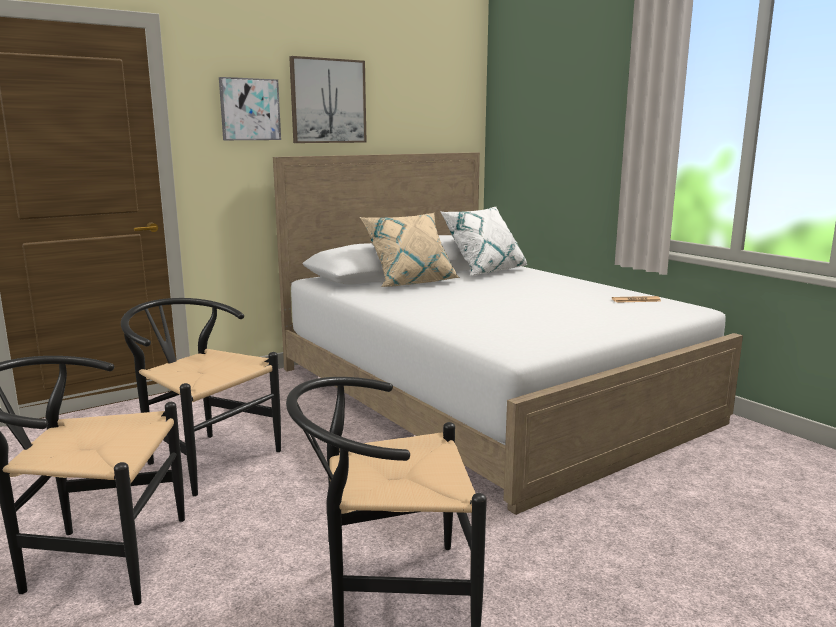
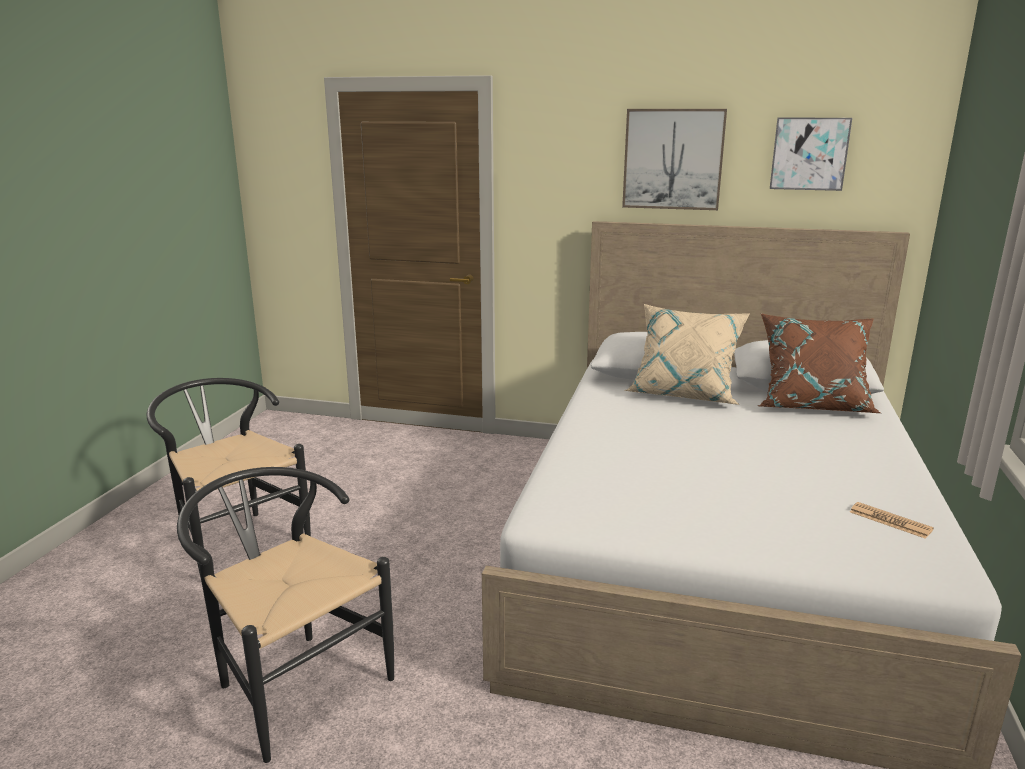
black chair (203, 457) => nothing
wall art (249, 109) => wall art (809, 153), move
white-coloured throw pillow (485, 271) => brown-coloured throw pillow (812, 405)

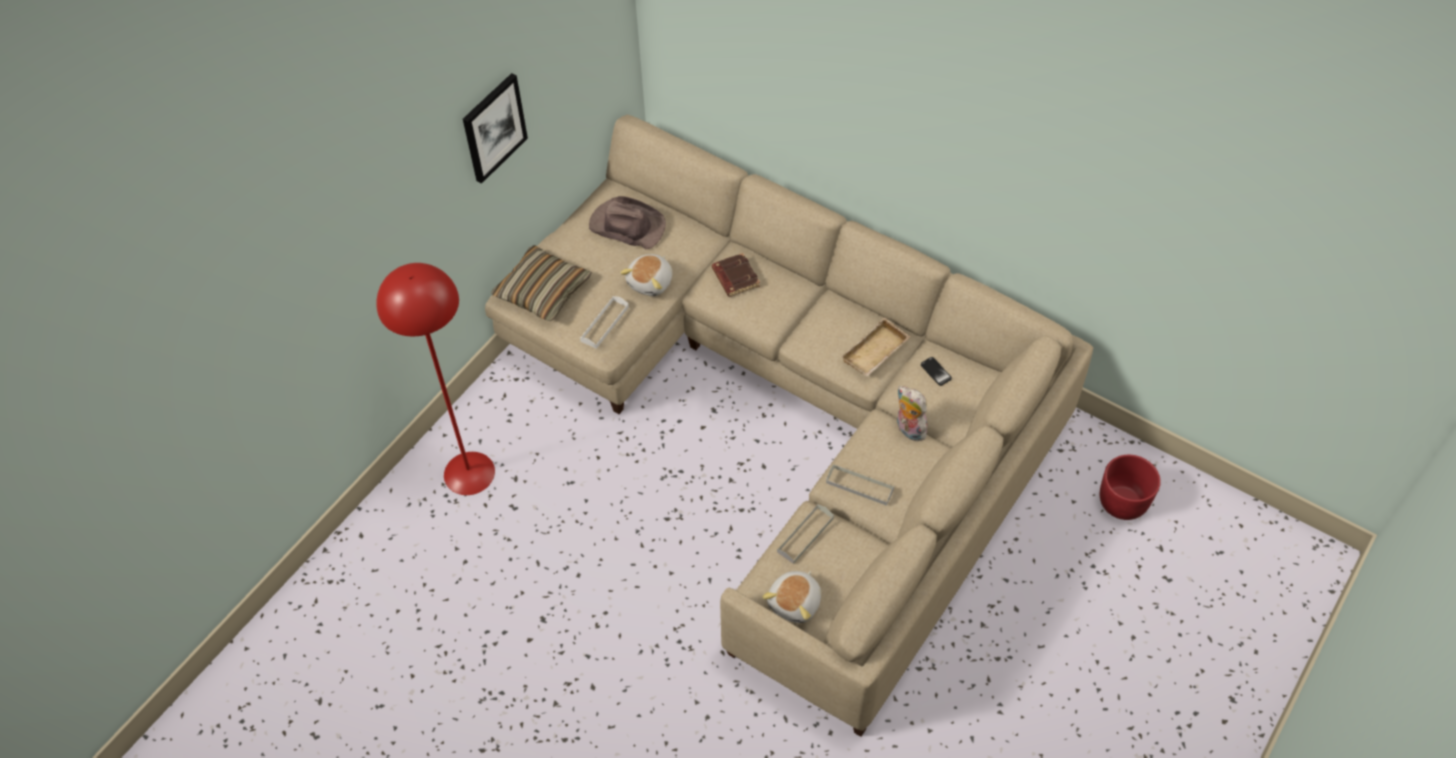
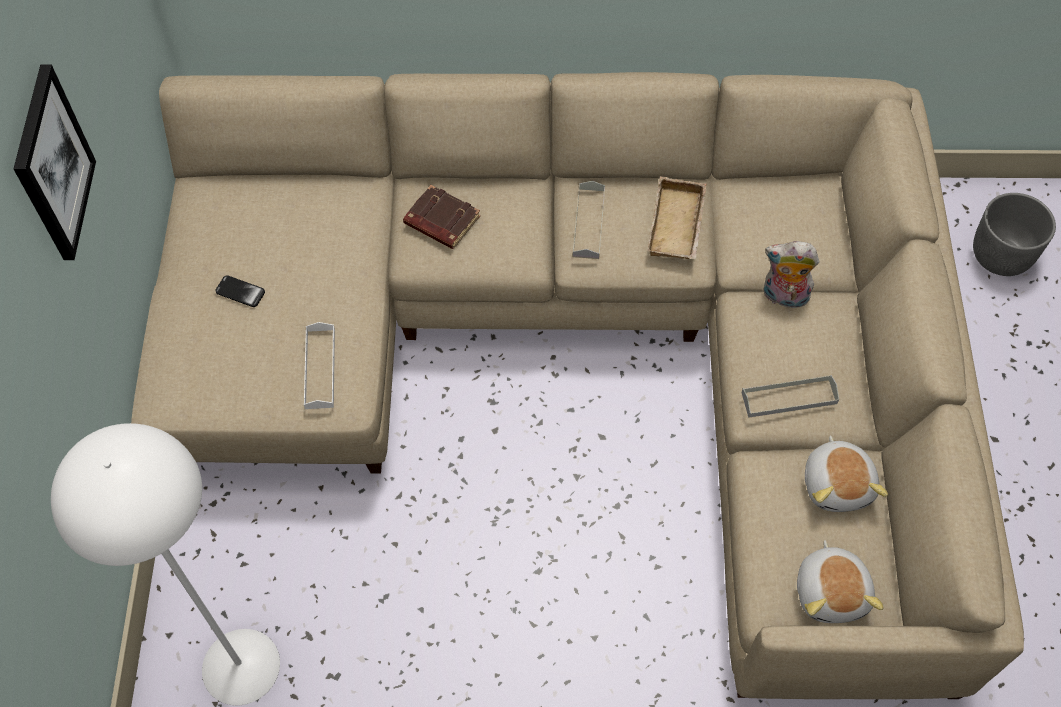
throw pillow (543, 291) => nothing
brown-coloured wearable hat (626, 225) => nothing
cuddly toy (651, 282) => cuddly toy (838, 484), move
grey serving tray (805, 535) => grey serving tray (588, 223), move
phone (935, 372) => phone (240, 292), move
red standard lamp (469, 473) => white-coloured standard lamp (241, 667)
red planter (1122, 502) => grey planter (1001, 255)

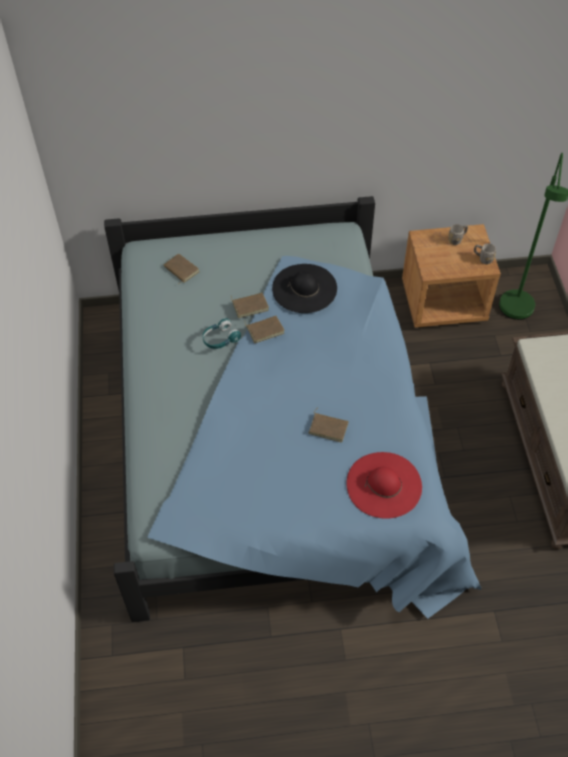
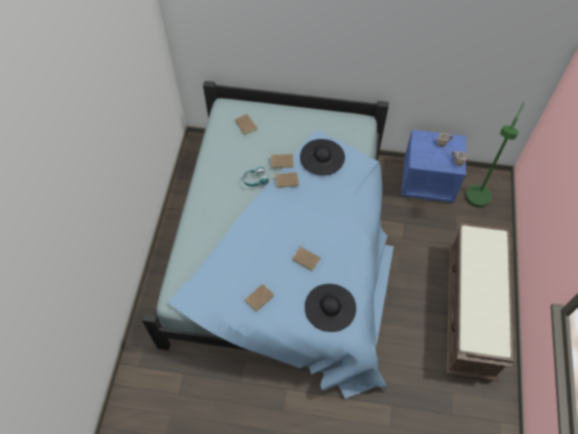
nothing => brown-coloured bound book (258, 297)
red wearable hat (384, 485) => black wearable hat (330, 307)
brown-coloured night table (444, 302) => blue-coloured night table (428, 182)

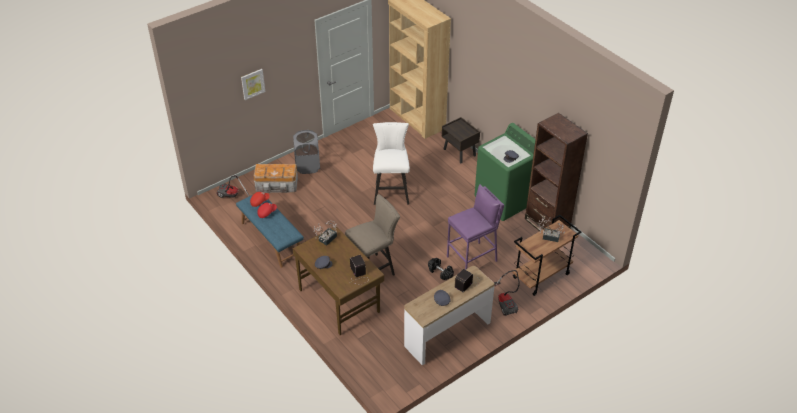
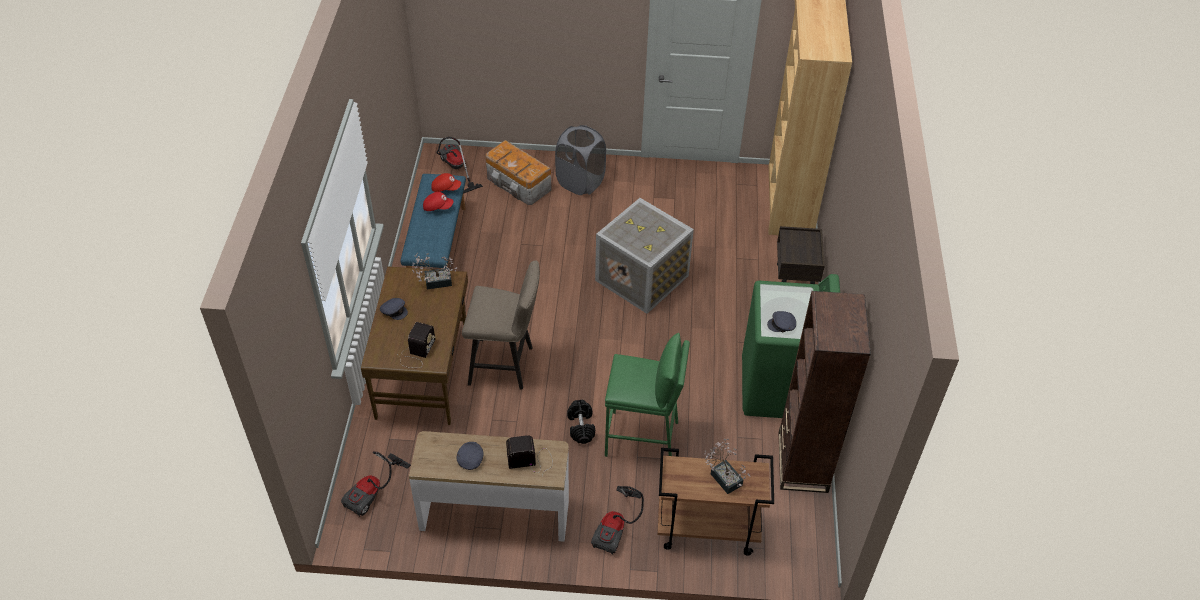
wall art (252, 84) => nothing
nothing => hoover (374, 492)
white-coloured stool seat (391, 191) => shipping crate (643, 278)
purple-coloured stool seat (472, 259) => green-coloured stool seat (642, 438)

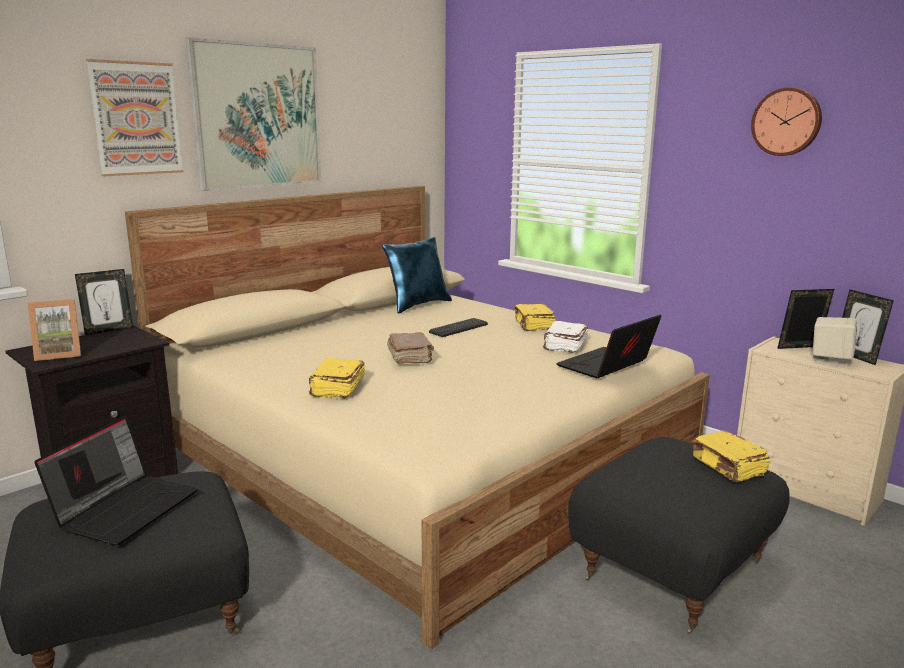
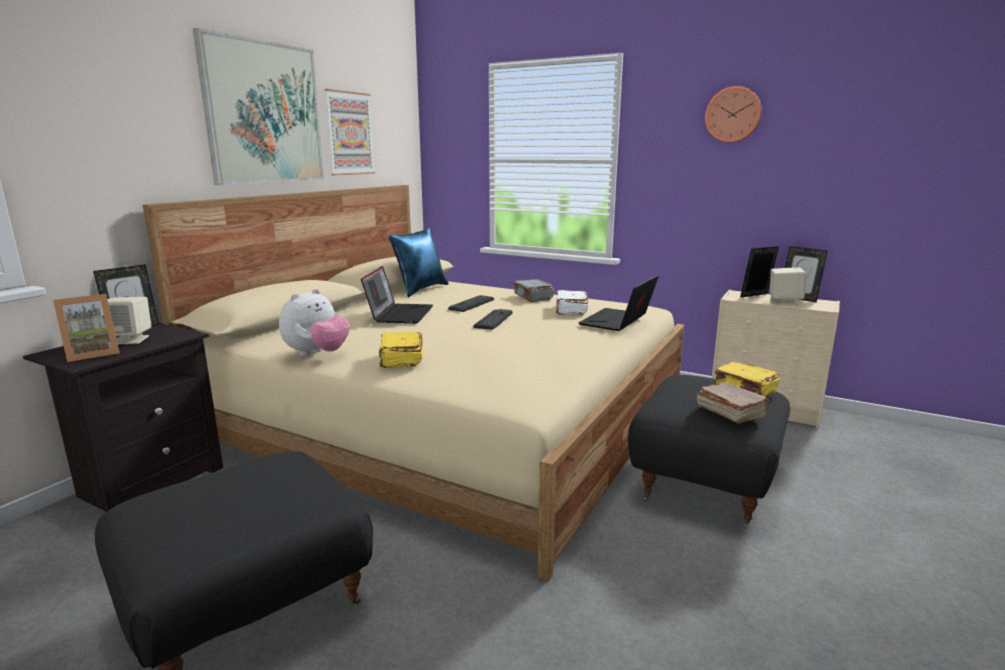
nothing => beige audio speaker (129, 340)
nothing => cuddly toy (317, 354)
nothing => PC keyboard (493, 320)
portable computer (126, 508) => portable computer (399, 314), move
wall art (136, 118) => wall art (349, 133), move
brown-coloured bound book (410, 357) => brown-coloured bound book (729, 412), move
yellowish bound book (534, 325) => grey bound book (533, 297)

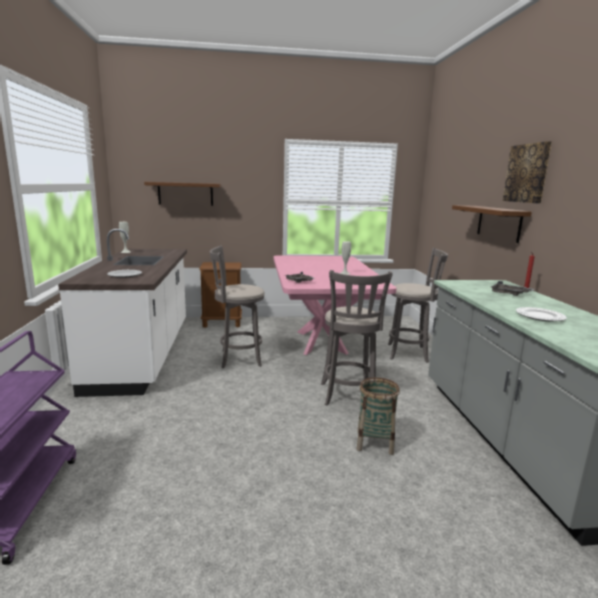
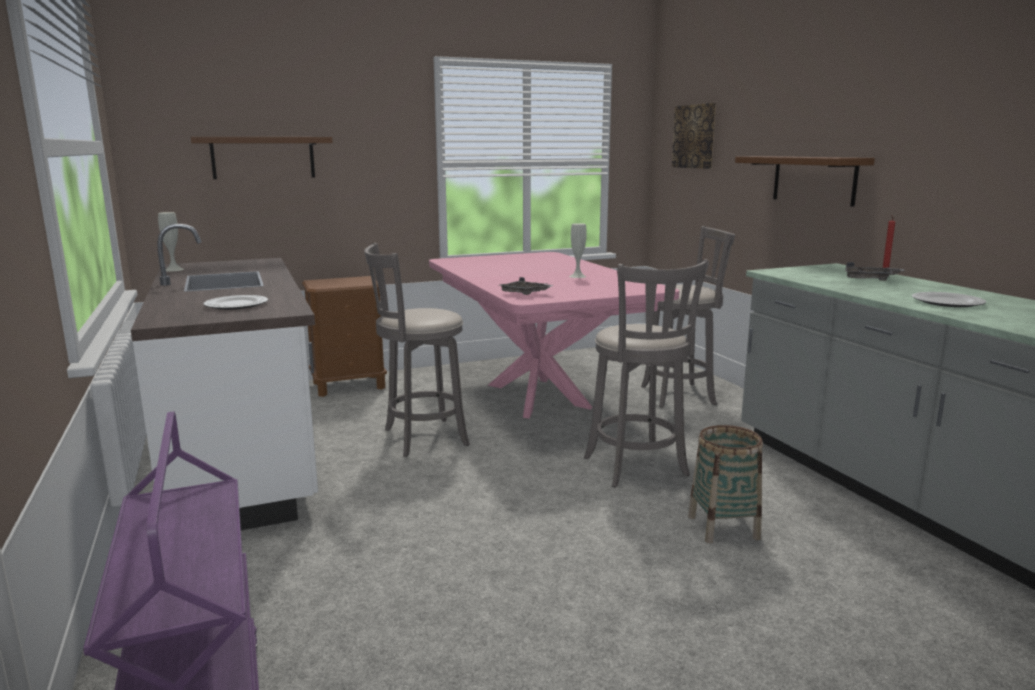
wall art (527, 173) => wall art (695, 136), move

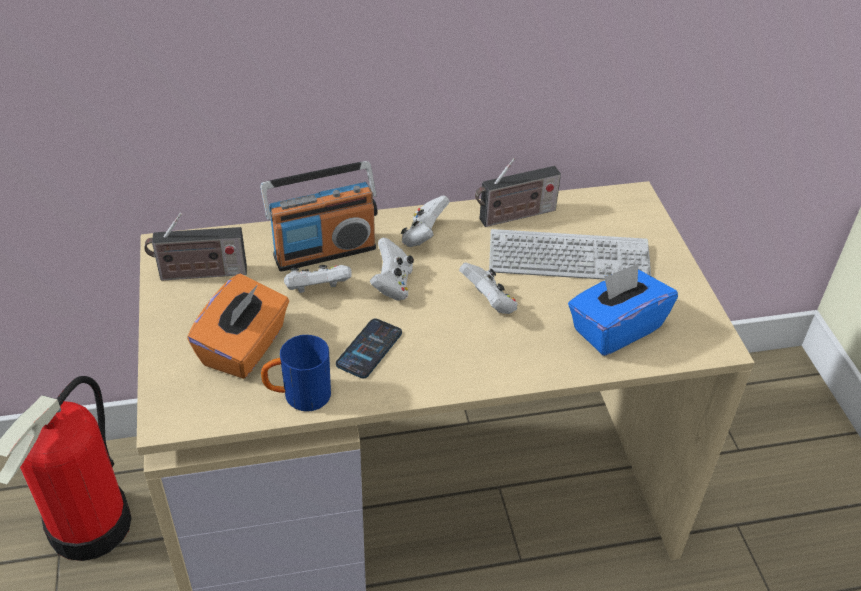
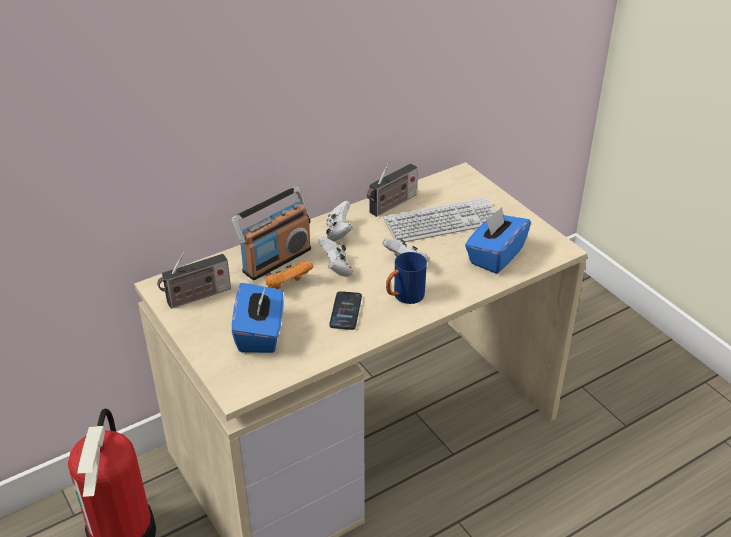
blue-coloured tea mug (298, 396) => blue-coloured tea mug (404, 297), move
orange-coloured tissue box (245, 348) => blue-coloured tissue box (260, 334)
white-coloured joypad (317, 291) => orange-coloured joypad (288, 285)

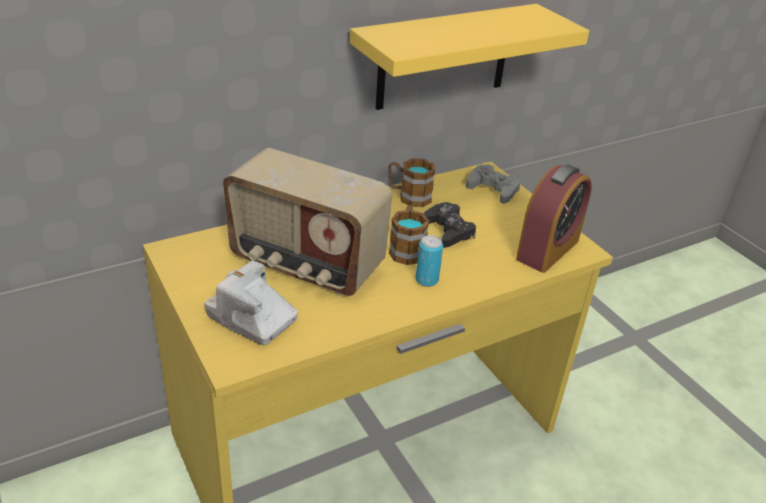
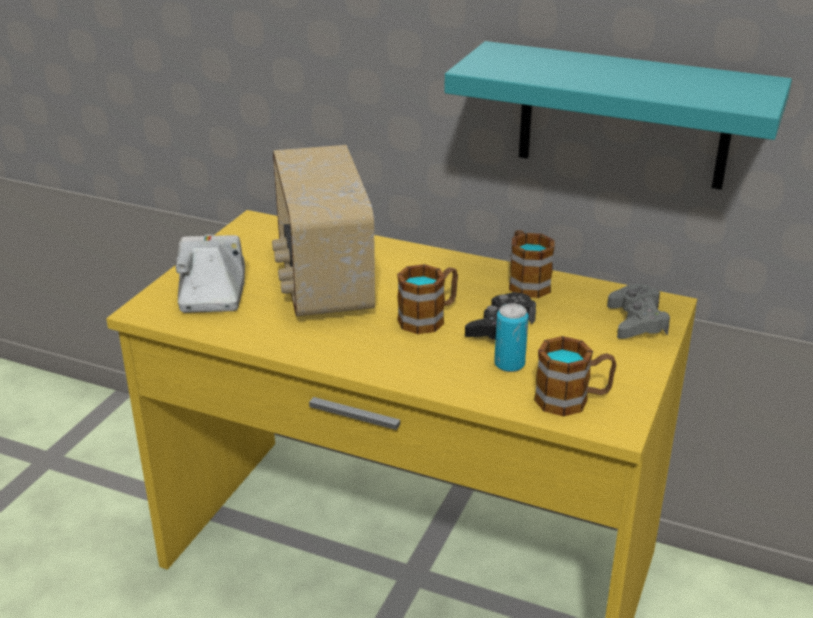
can (426, 280) => can (509, 364), move
table clock (547, 250) => tea mug (572, 400)
yellowish bracket shelf (444, 57) => turquoise bracket shelf (623, 116)

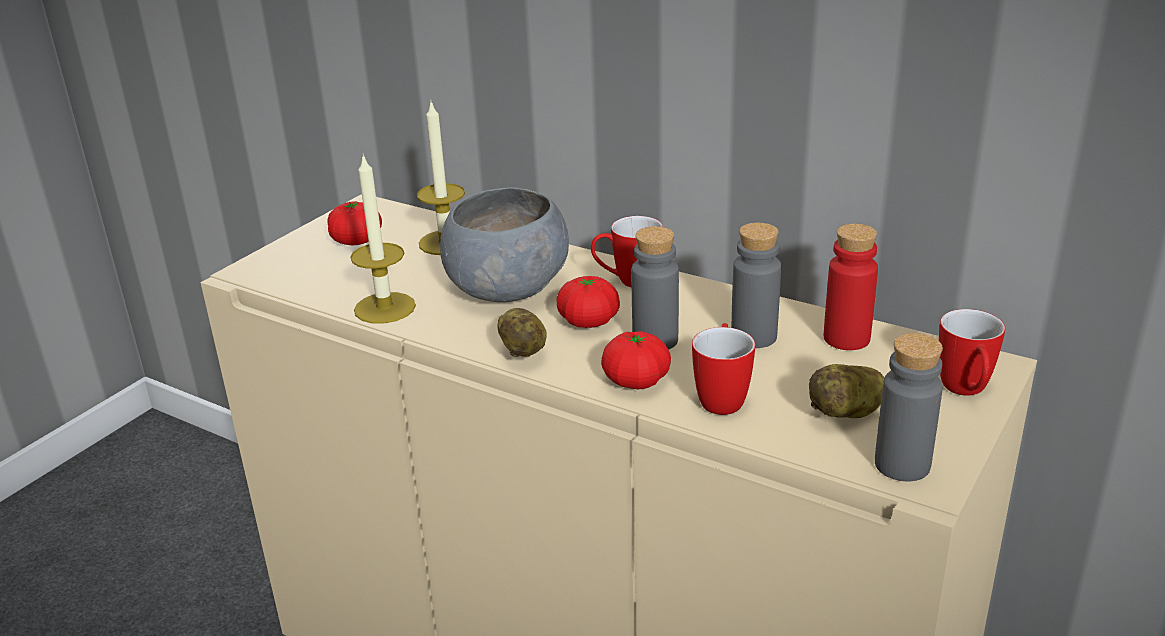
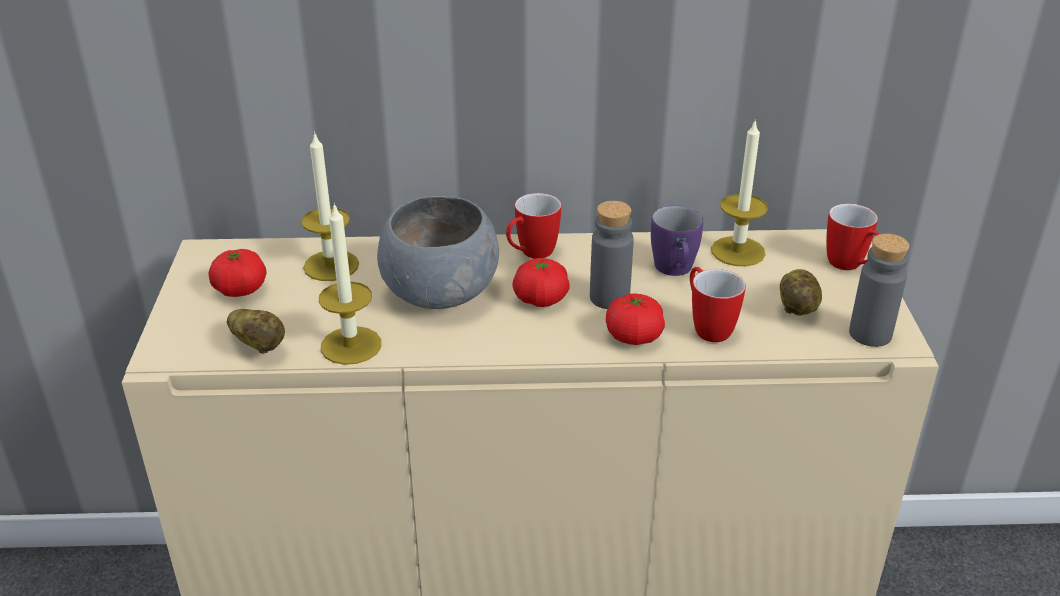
whole potato (524, 350) => whole potato (259, 345), move
grey drink bottle (753, 336) => purple-coloured tea mug (675, 271)
red drink bottle (846, 338) => wax light (738, 251)

